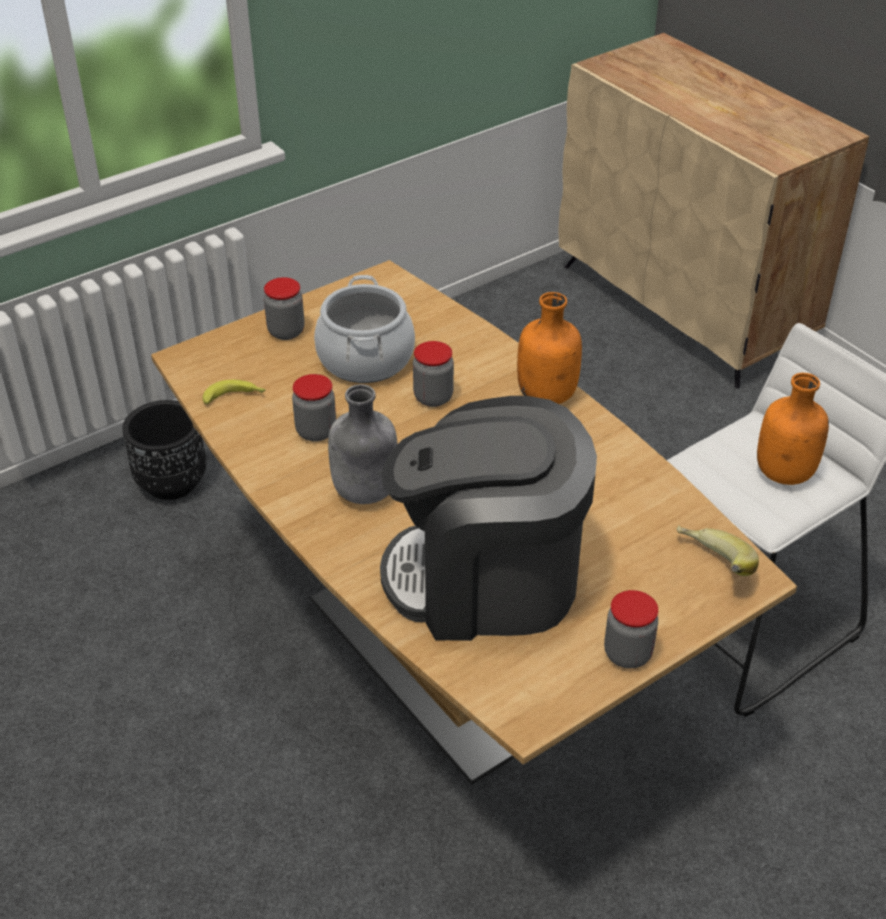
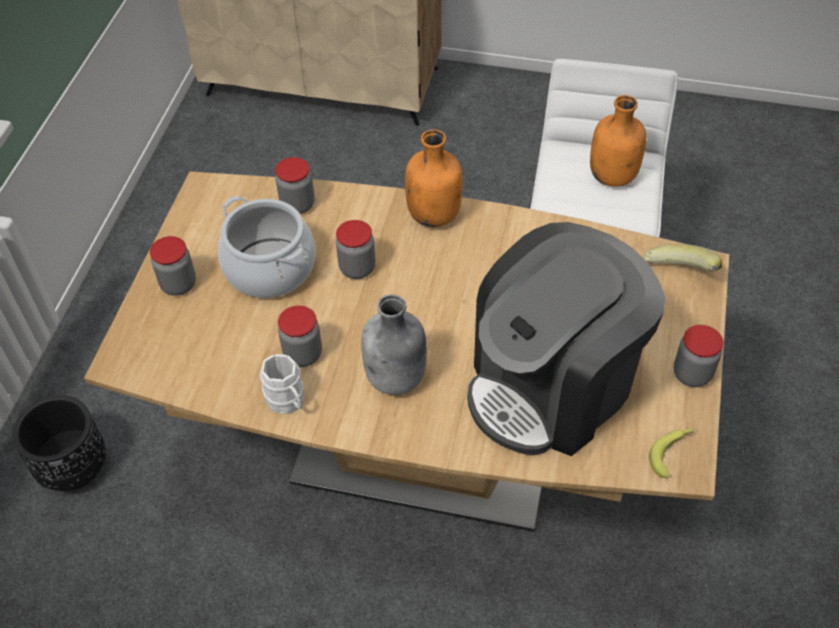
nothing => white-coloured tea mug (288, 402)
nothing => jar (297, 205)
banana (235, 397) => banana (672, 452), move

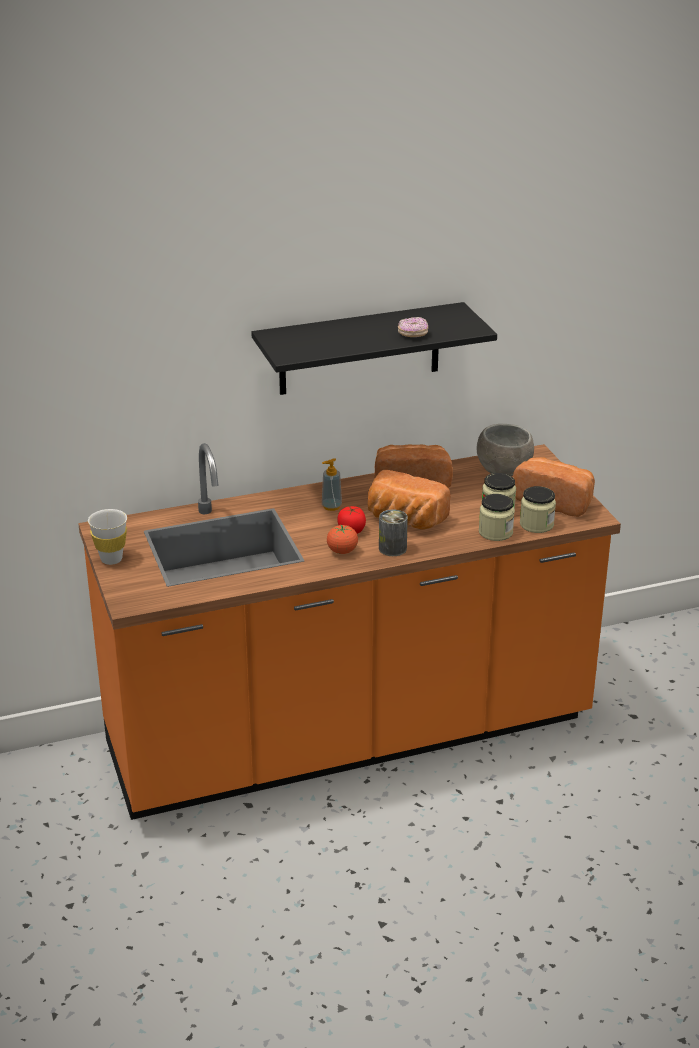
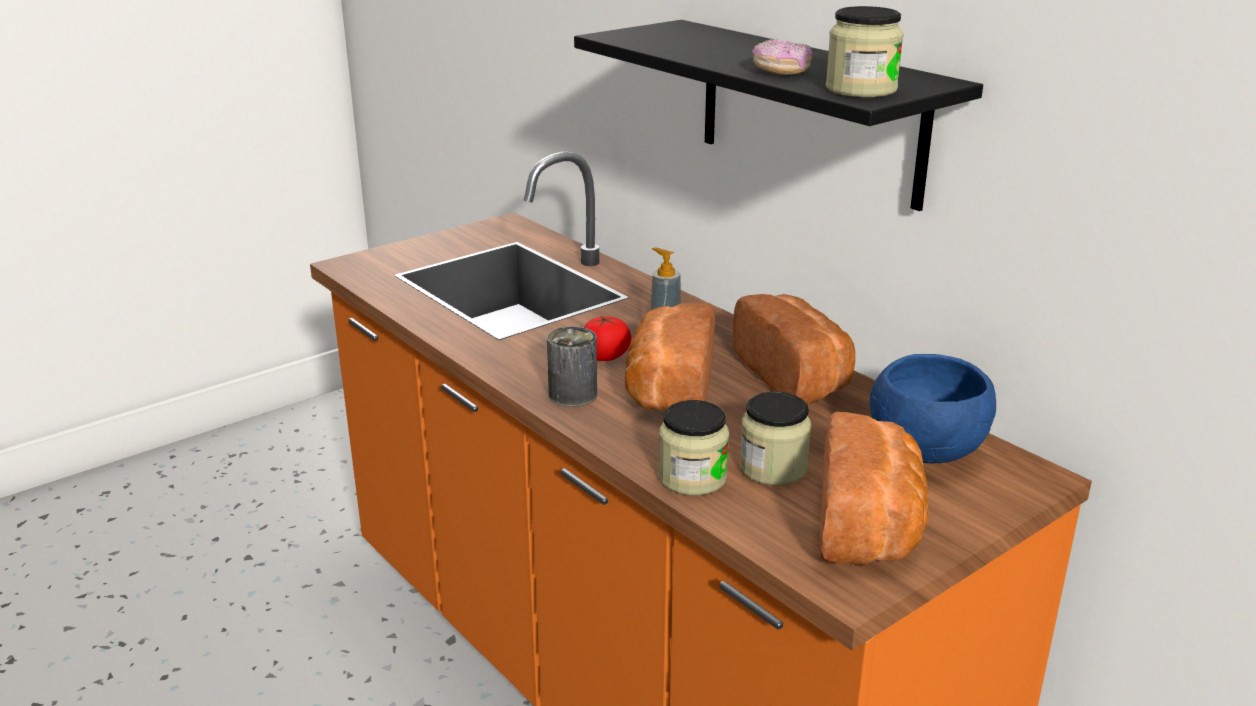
white-coloured cup (111, 559) => nothing
tomato (342, 551) => nothing
jar (536, 524) => jar (861, 89), move
grey deep dish (503, 471) => blue-coloured deep dish (928, 452)

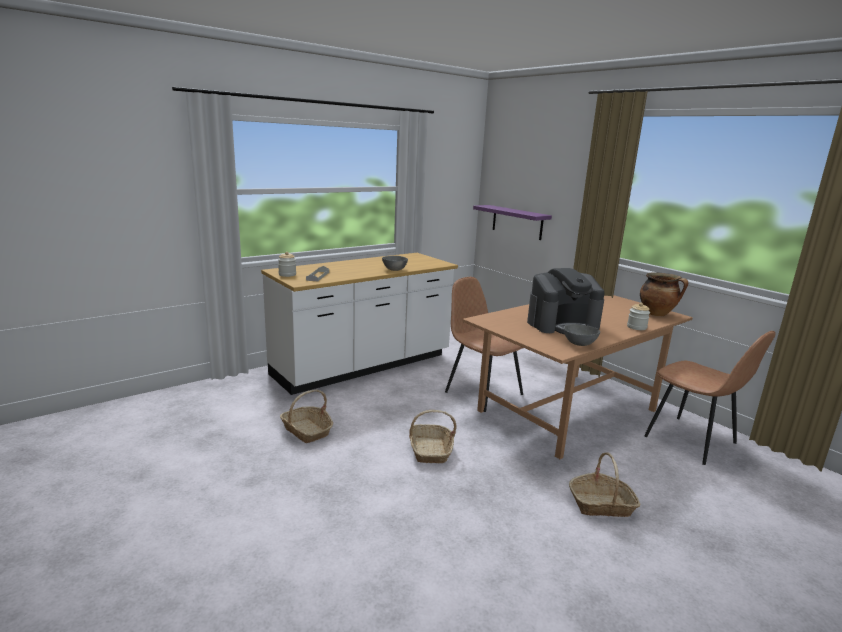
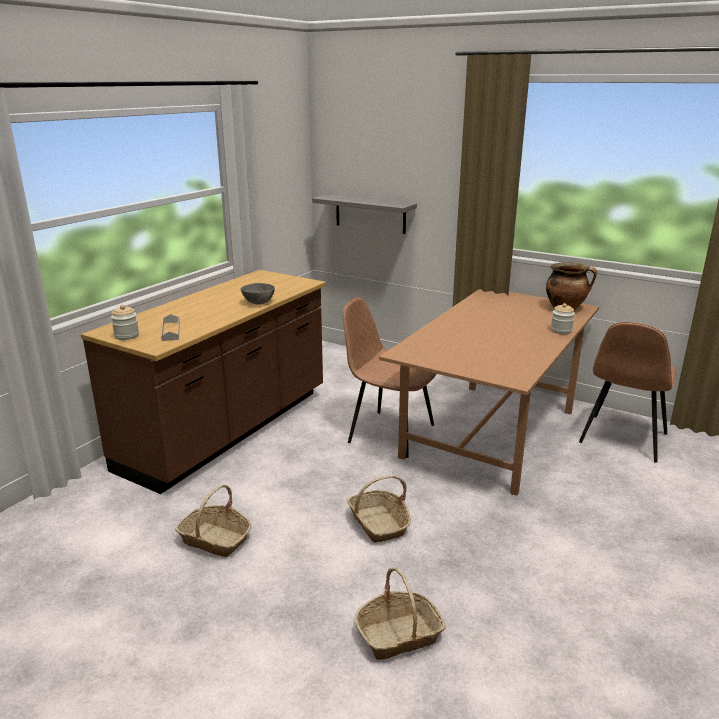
coffee brewer (562, 324) => nothing
grey deep dish (580, 344) => nothing
storage basket (601, 504) => storage basket (399, 635), move
white-coloured kitchen base unit (363, 366) => brown-coloured kitchen base unit (228, 430)
purple-coloured bracket shelf (517, 222) => grey bracket shelf (370, 214)
brown-coloured chair (692, 441) => brown-coloured chair (622, 439), 90 degrees clockwise

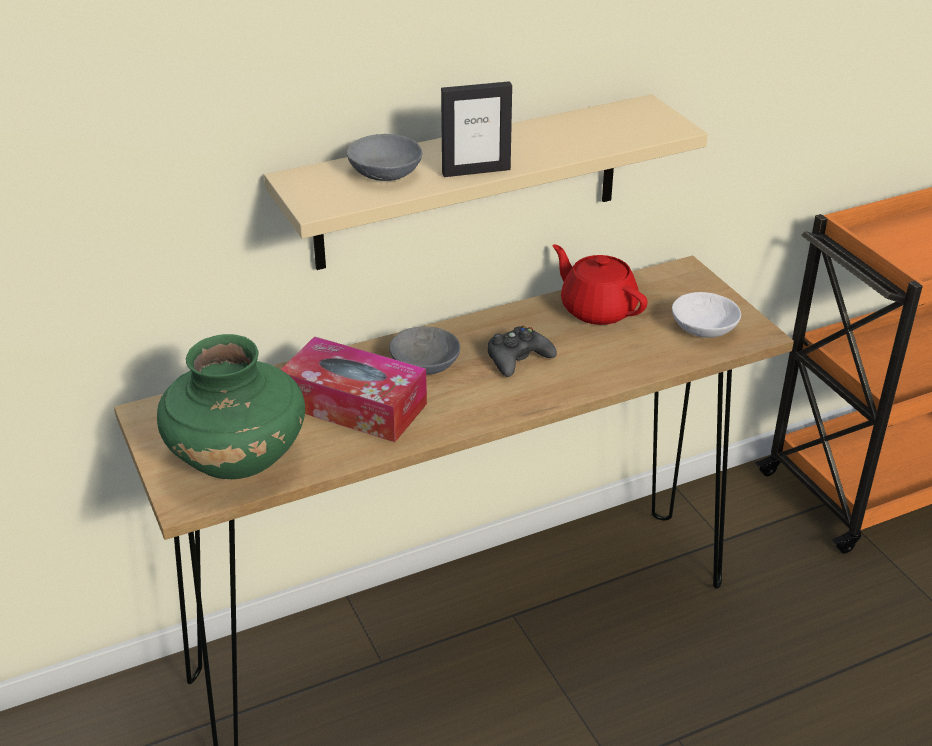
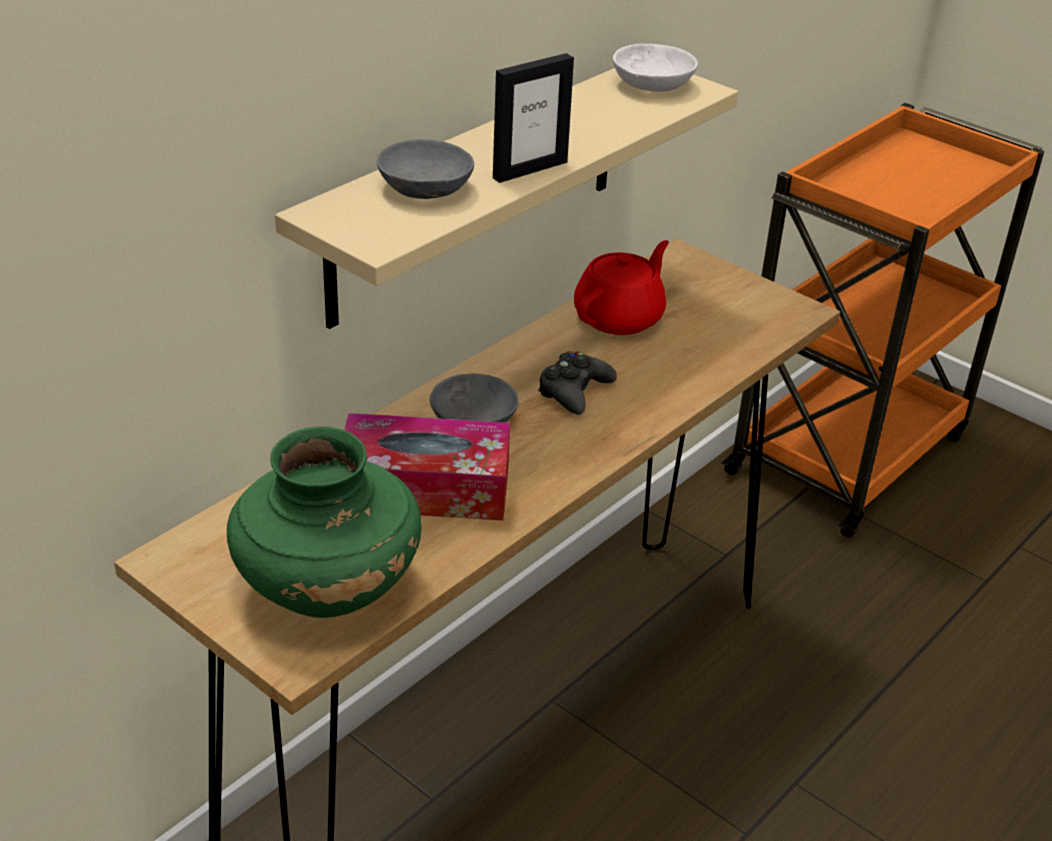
white-coloured deep dish (703, 329) => white-coloured deep dish (652, 85), move
red pot for tea (597, 309) => red pot for tea (620, 317), 105 degrees clockwise

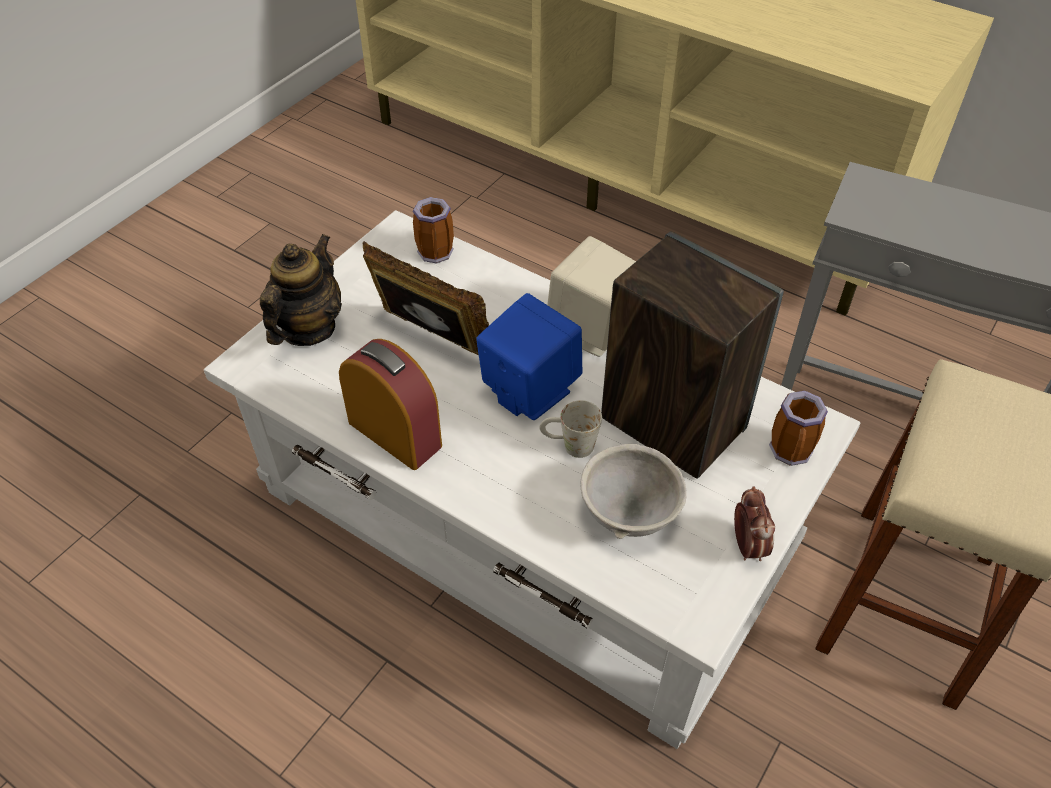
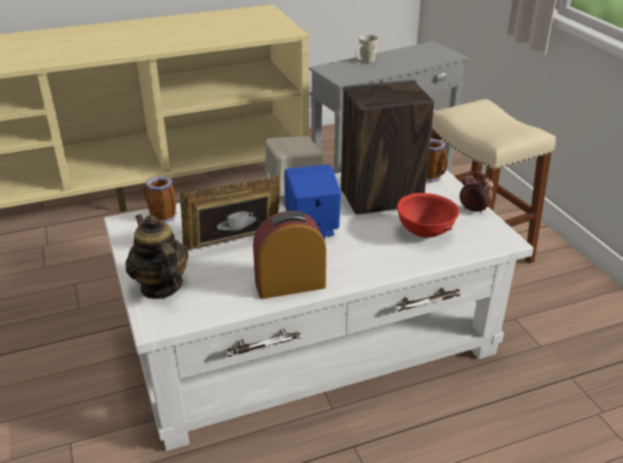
white-coloured tea mug (569, 445) => white-coloured tea mug (364, 61), move
grey deep dish (630, 514) => red deep dish (425, 232)

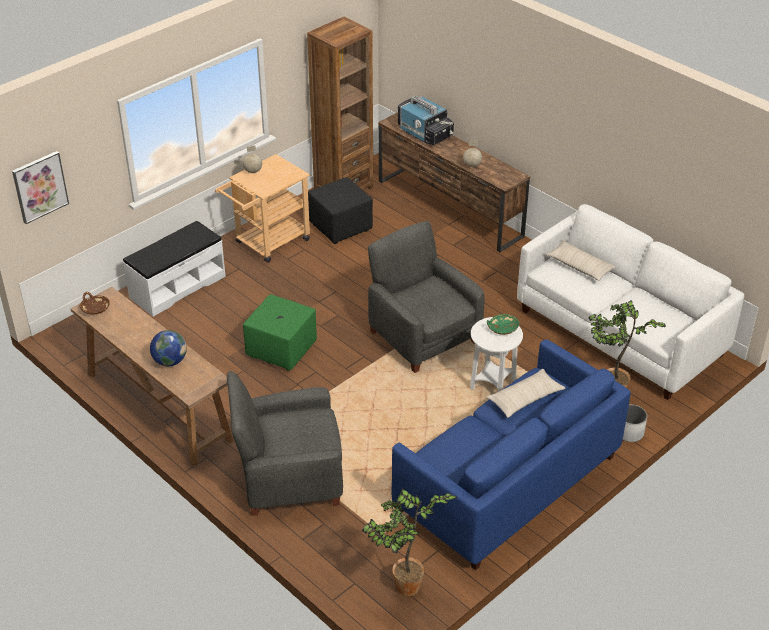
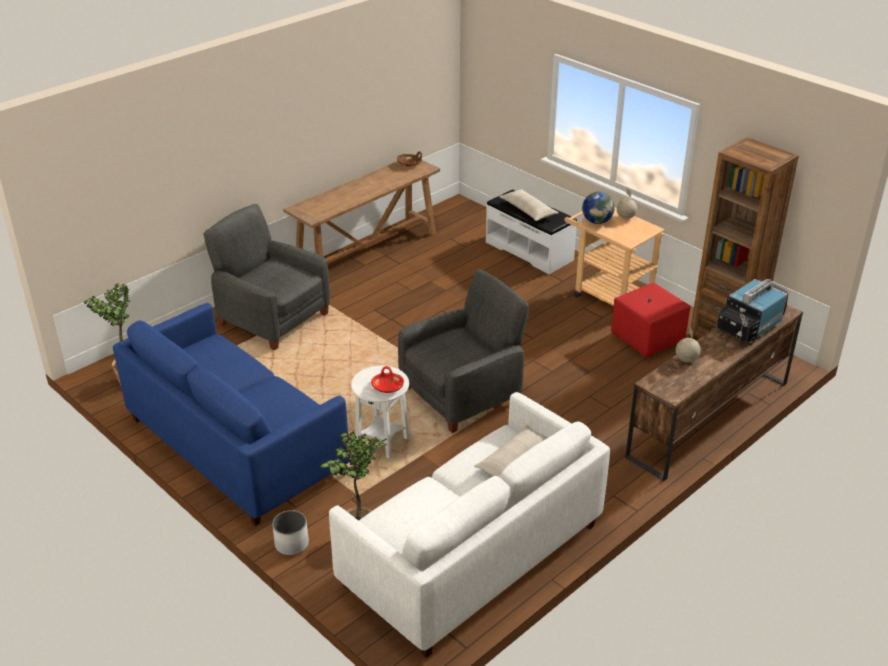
wall art (40, 186) => nothing
green-coloured pouffe (281, 349) => nothing
desk globe (170, 361) => desk globe (597, 221), move
beige throw pillow (525, 399) => beige throw pillow (528, 210), move
black pouffe (341, 227) => red pouffe (648, 339)
green-coloured deep dish (502, 328) => red deep dish (387, 387)
grey lounge chair (289, 477) => grey lounge chair (272, 318), 45 degrees counterclockwise

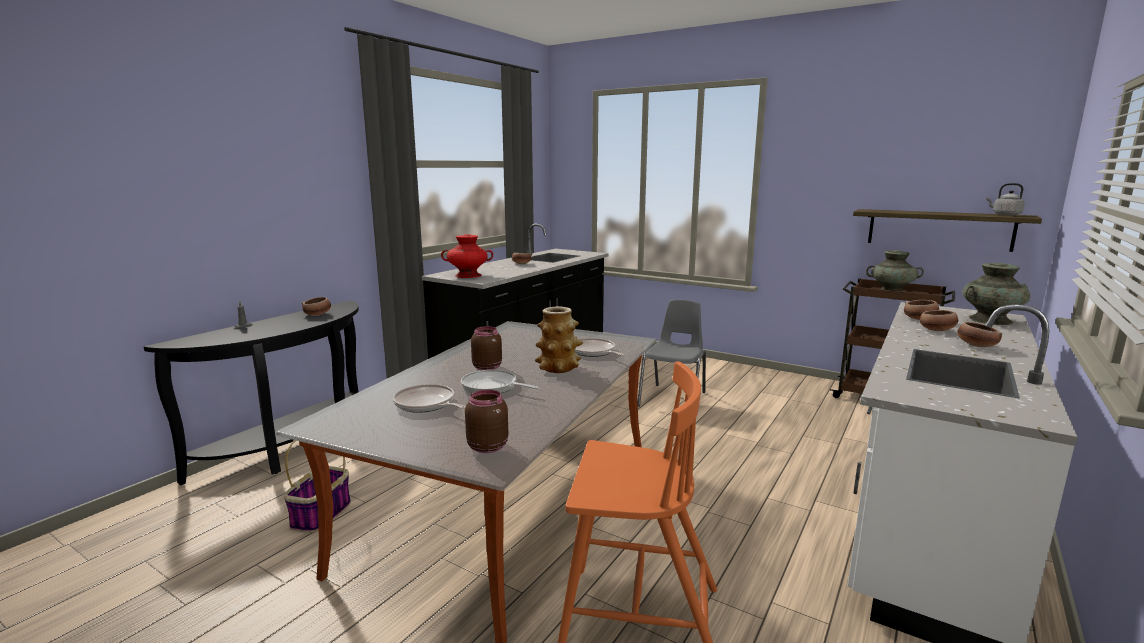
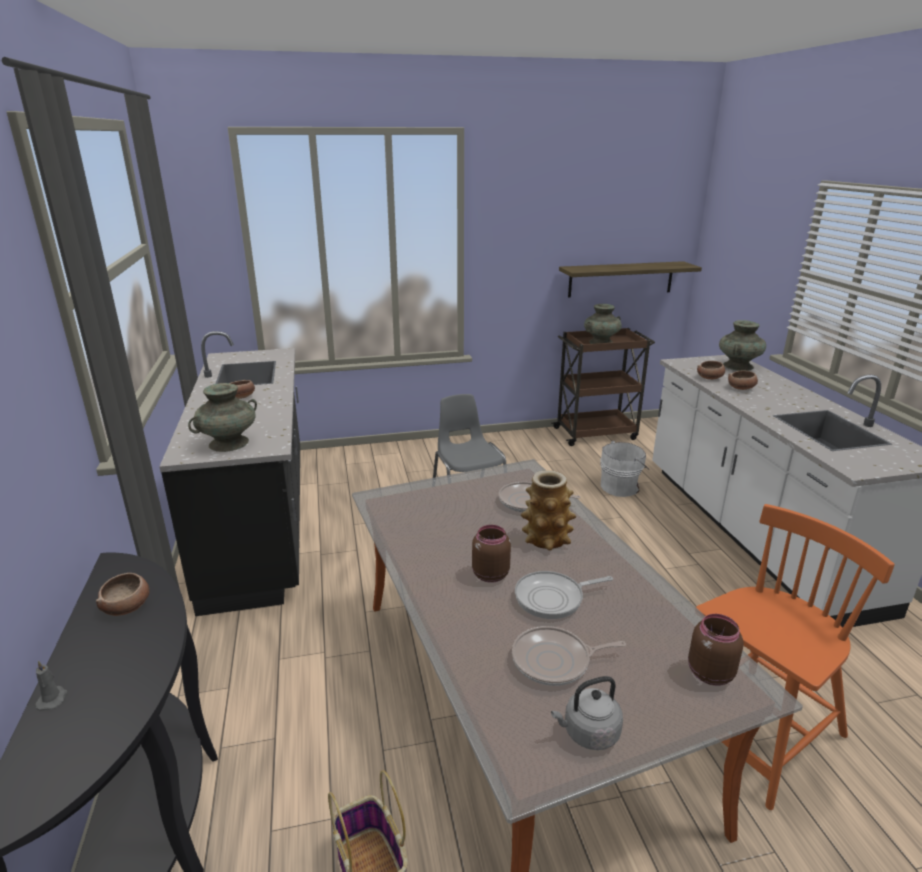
deep dish (975, 345) => nothing
nothing => white-coloured pail (621, 487)
grey water kettle (1004, 215) => grey water kettle (588, 733), move
red flower vase (468, 275) => turquoise flower vase (228, 443)

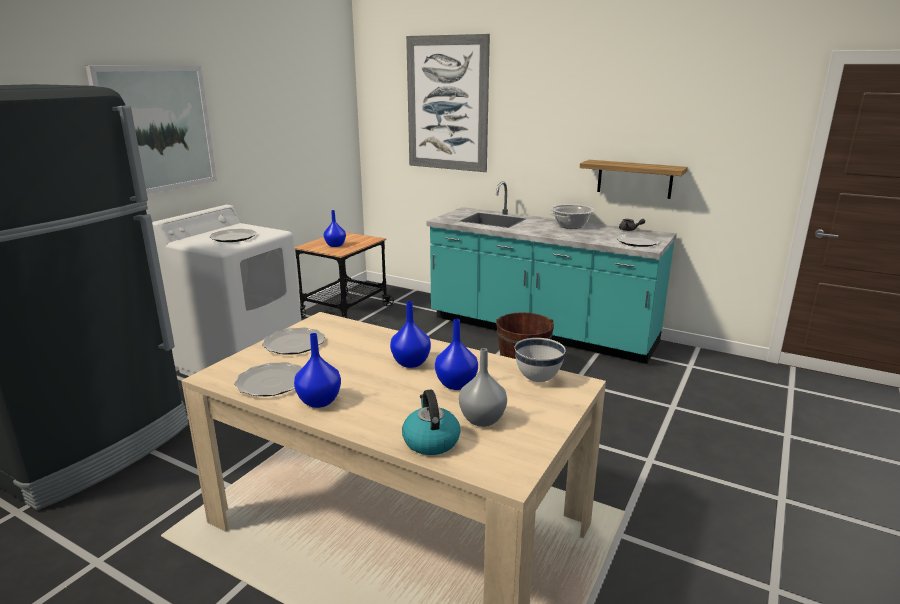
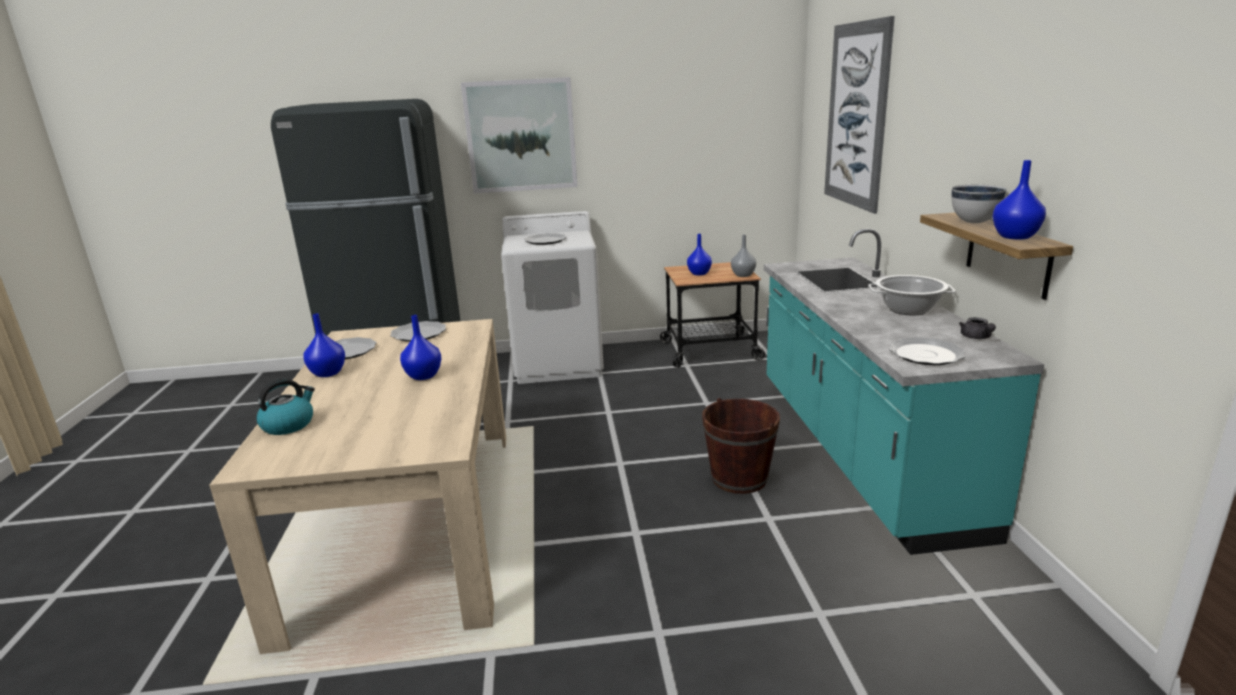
blue-coloured flower vase (456, 385) => blue-coloured flower vase (1014, 237), move
grey flower vase (483, 419) => grey flower vase (743, 275), move
white-coloured deep dish (537, 379) => white-coloured deep dish (973, 222), move

